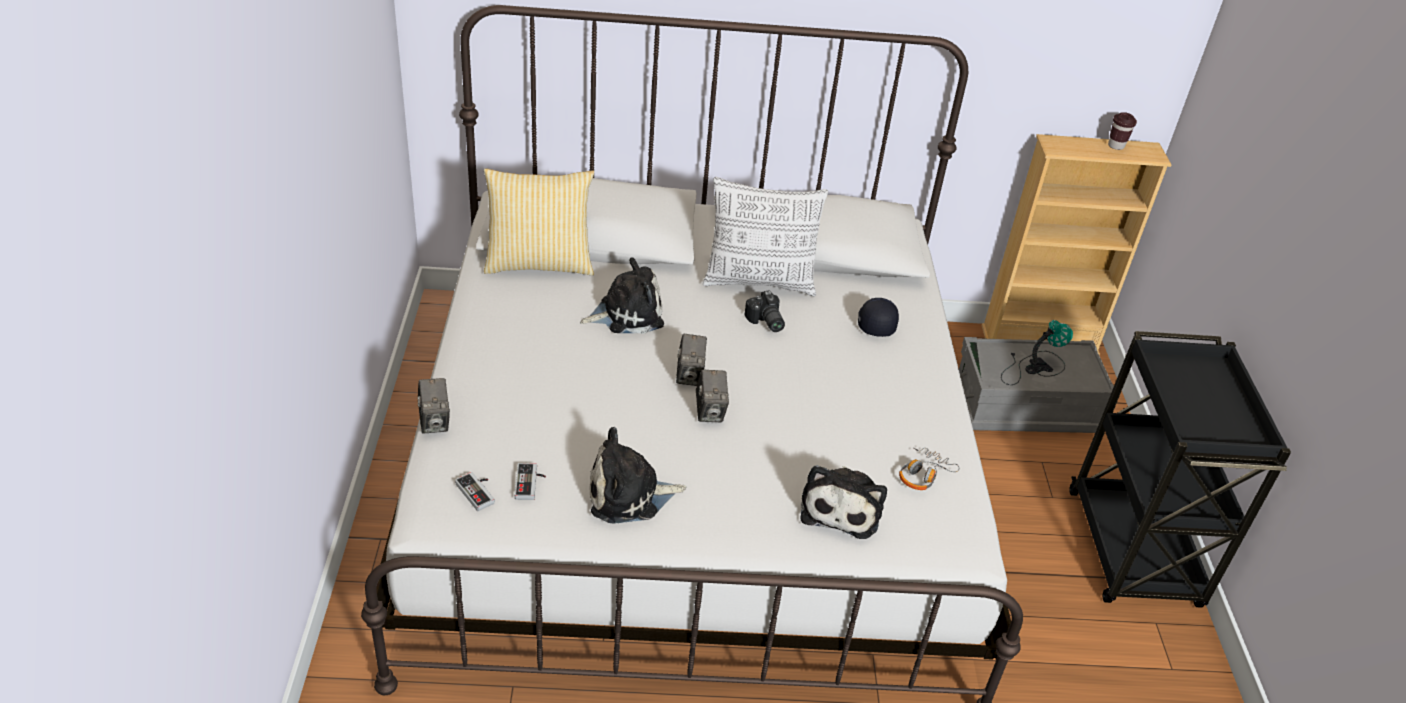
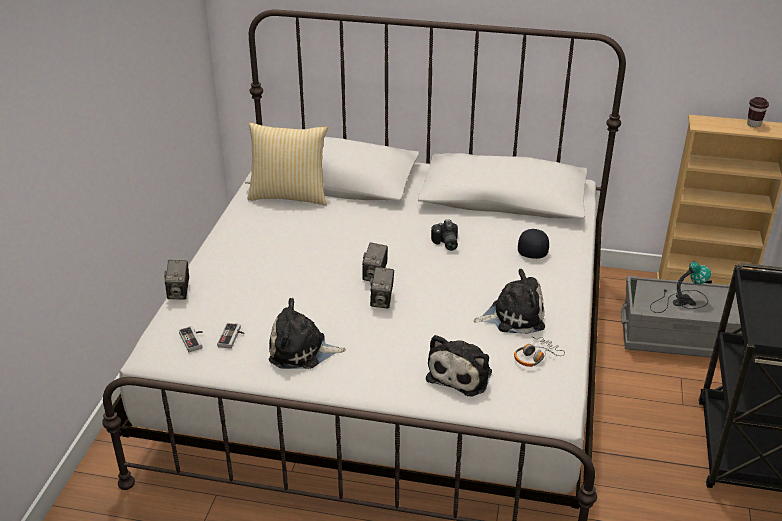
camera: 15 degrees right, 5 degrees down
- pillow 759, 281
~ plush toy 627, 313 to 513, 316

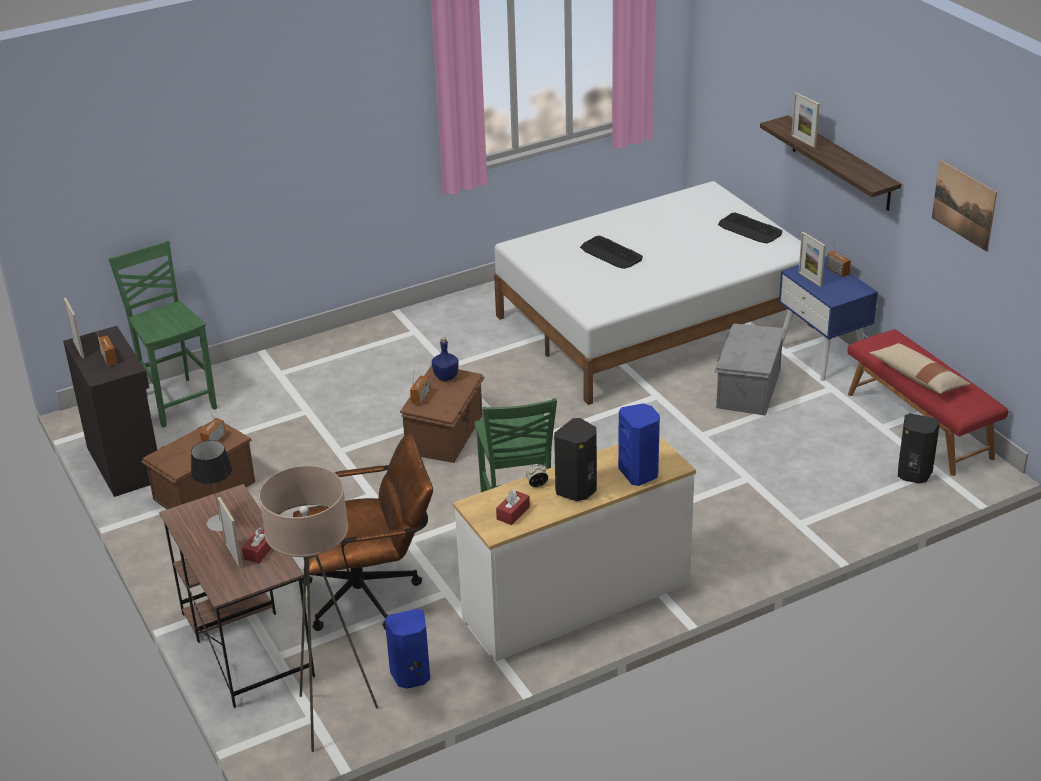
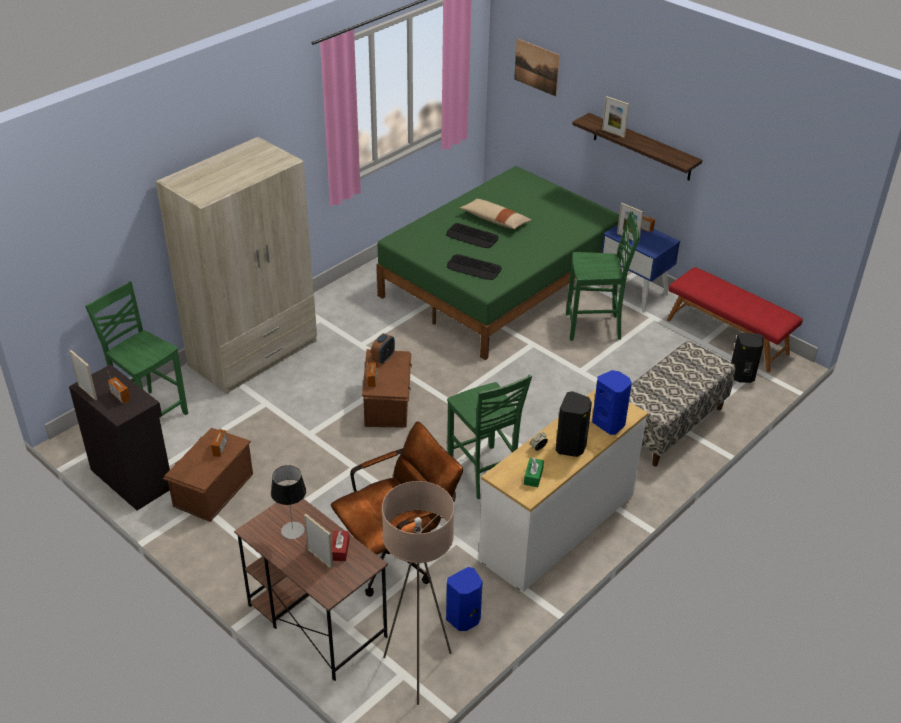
camera: 20 degrees left, 5 degrees up
~ picture 964, 205 to 536, 67
~ bed (white) 654, 321 to bed (green) 500, 282
~ keyboard 750, 229 to 474, 268
~ storage box (grey) 747, 389 to chair (green) 594, 327
~ bottle (blue) 446, 376 to alarm clock 383, 358
~ pillow (beige) 918, 377 to 495, 220
~ tissue box (red) 513, 513 to tissue box (green) 533, 476
+ wardrobe (beige) 254, 353
+ bench 668, 425

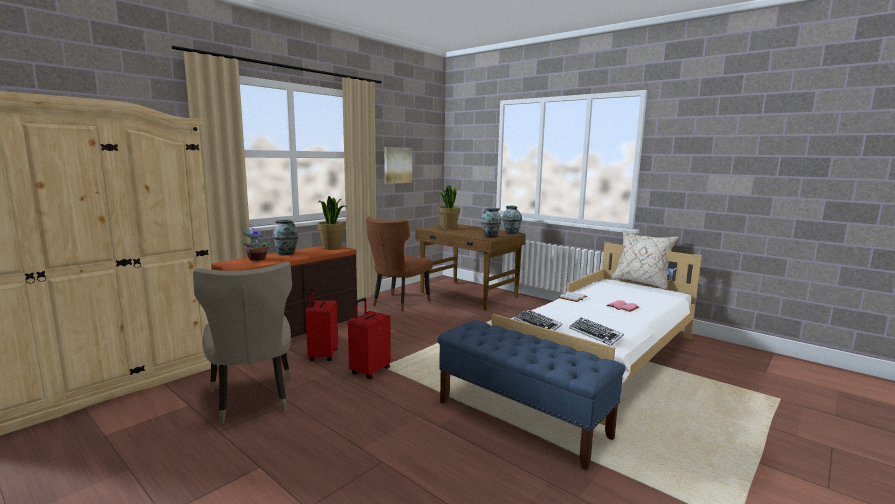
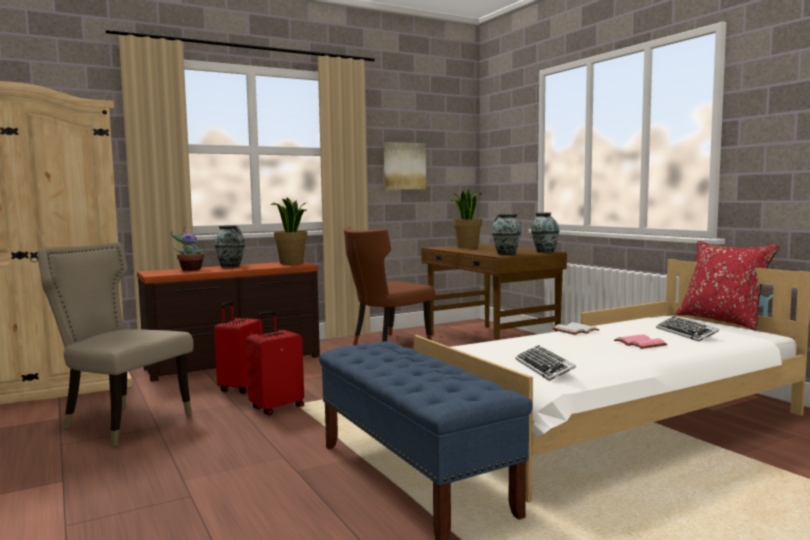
camera: 20 degrees right, 5 degrees down
~ pillow (beige) 641, 282 to pillow (red) 723, 321
~ chair (beige) 252, 401 = 121, 422 120 degrees clockwise
~ keyboard 537, 324 to 686, 333

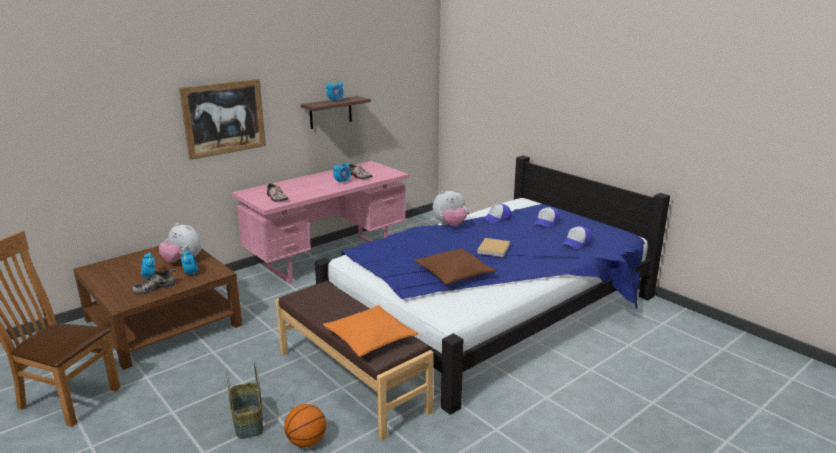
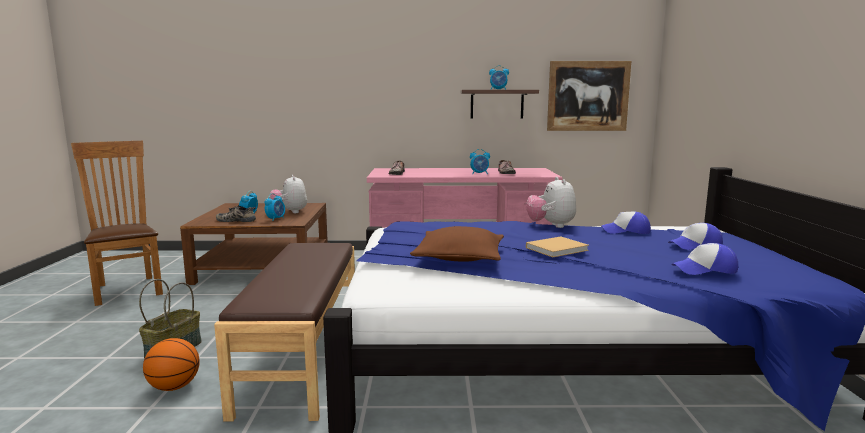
camera: 40 degrees right, 10 degrees down
~ picture 224, 118 to 588, 96
~ plush toy 450, 225 = 551, 226 60 degrees clockwise
- pillow (orange) 370, 338

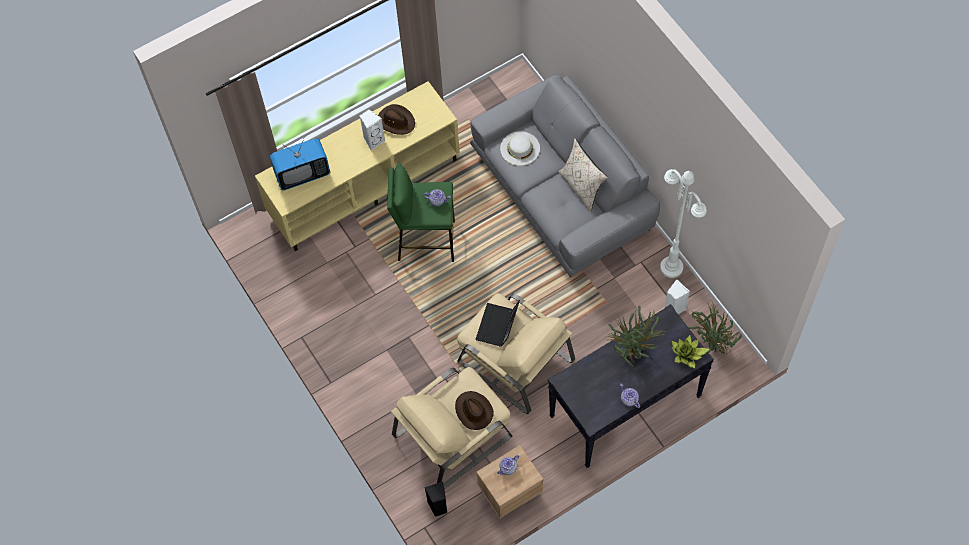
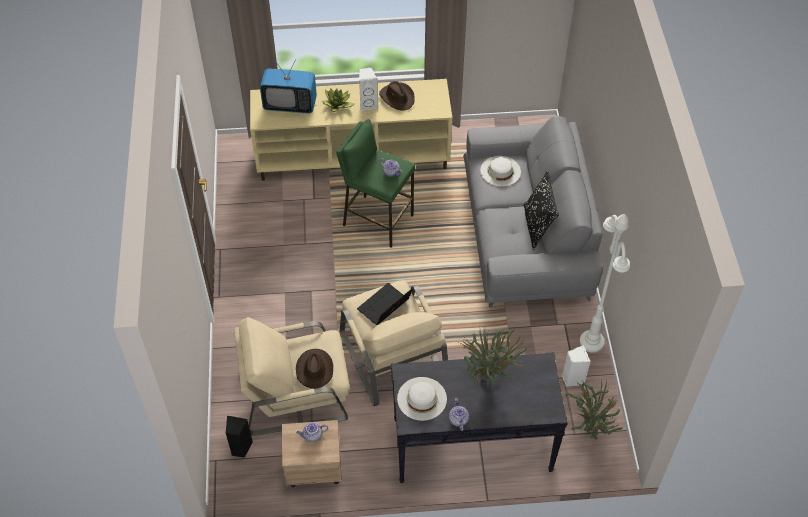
camera: 25 degrees right, 10 degrees down
~ pillow (beige) 581, 187 to pillow (black) 538, 226
~ potted plant 687, 354 to 337, 104
+ hat (white) 422, 398

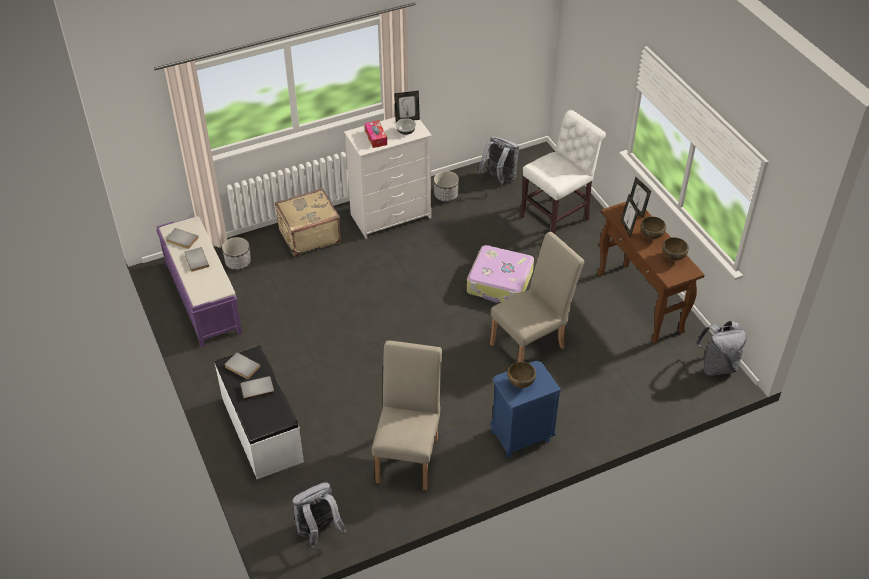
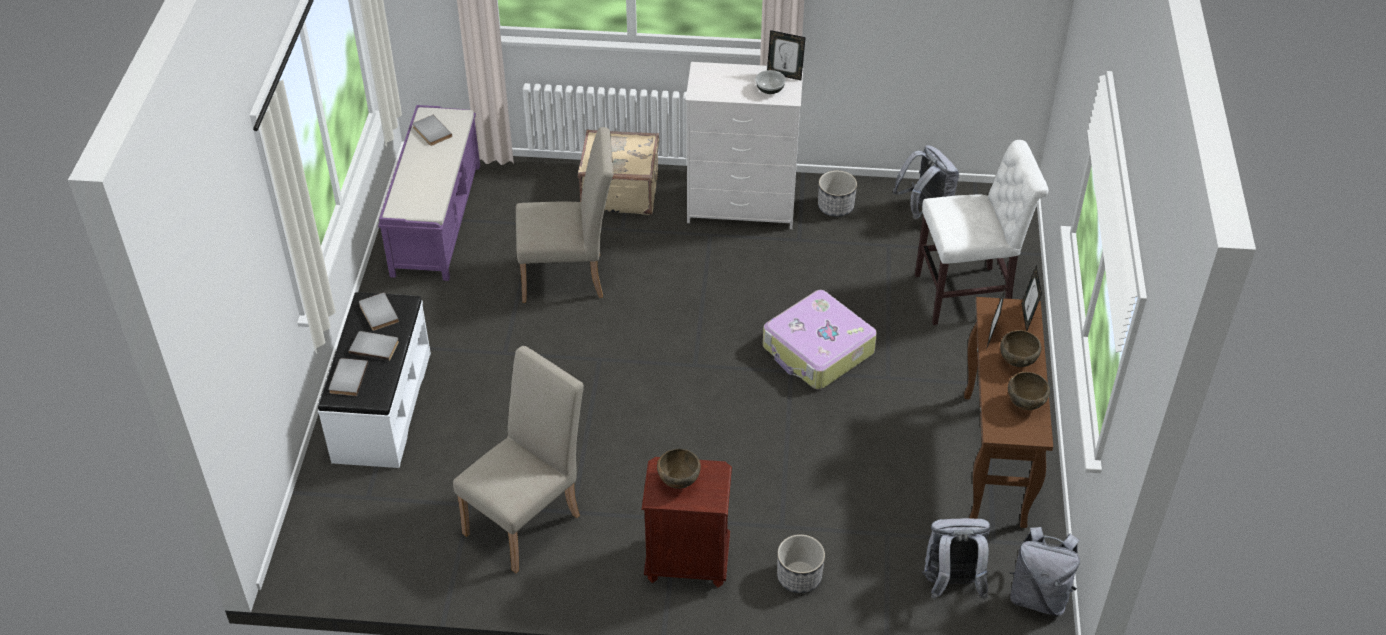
camera: 30 degrees right, 0 degrees up
- tissue box 376, 138
~ chair (beige) 532, 343 to 570, 277
~ planter 238, 262 to 799, 577
~ book (grey) 195, 260 to 347, 378
~ nightstand (blue) 520, 436 to nightstand (brown) 687, 562
~ backpack (grey) 319, 532 to 951, 584

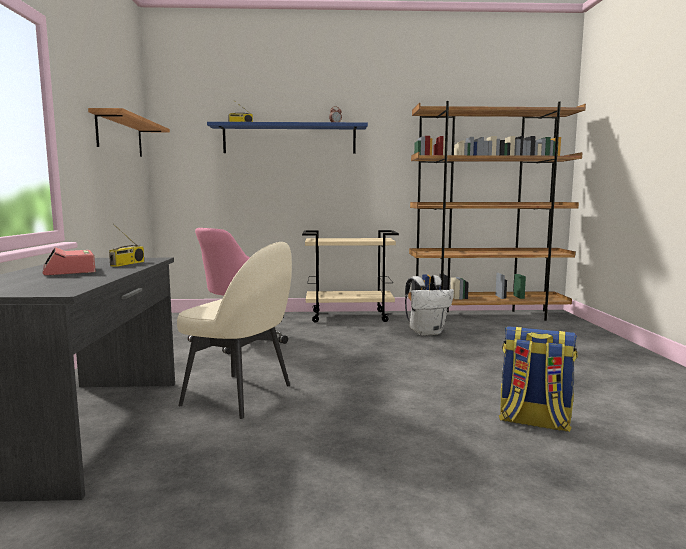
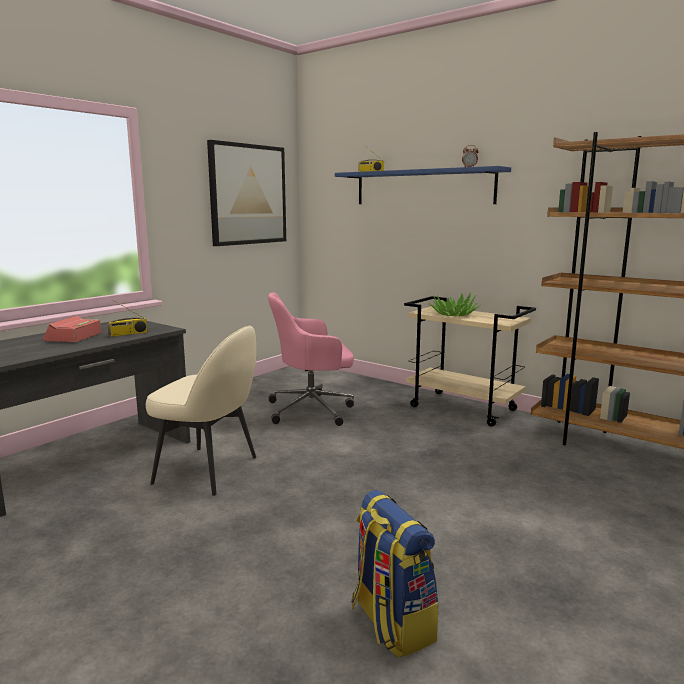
camera: 40 degrees right, 5 degrees up
~ shelf 120, 136 to picture 248, 194
~ chair (beige) 240, 395 = 209, 470 45 degrees counterclockwise
- backpack (white) 426, 332
+ potted plant 453, 314

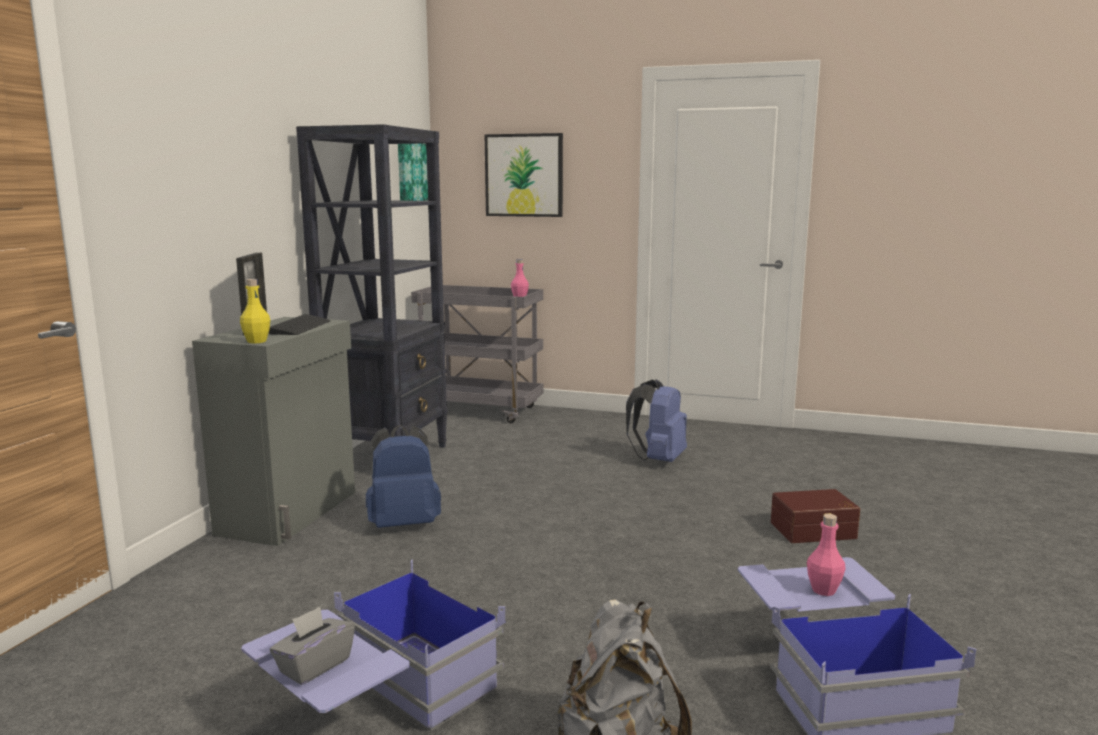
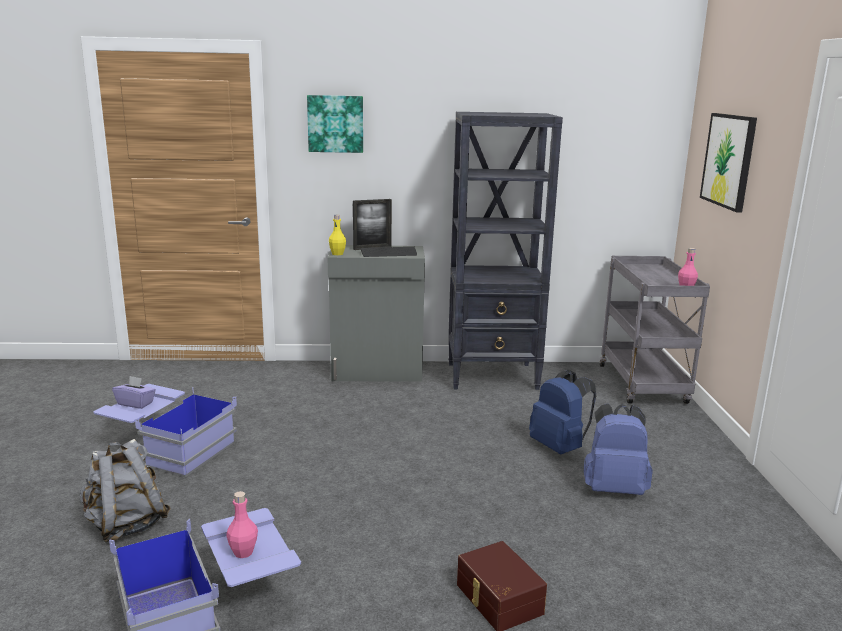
camera: 70 degrees right, 5 degrees up
~ picture 411, 172 to 335, 124
~ backpack (blue) 404, 523 to 560, 447
~ tissue box (grey) 314, 666 to tissue box (purple) 136, 403

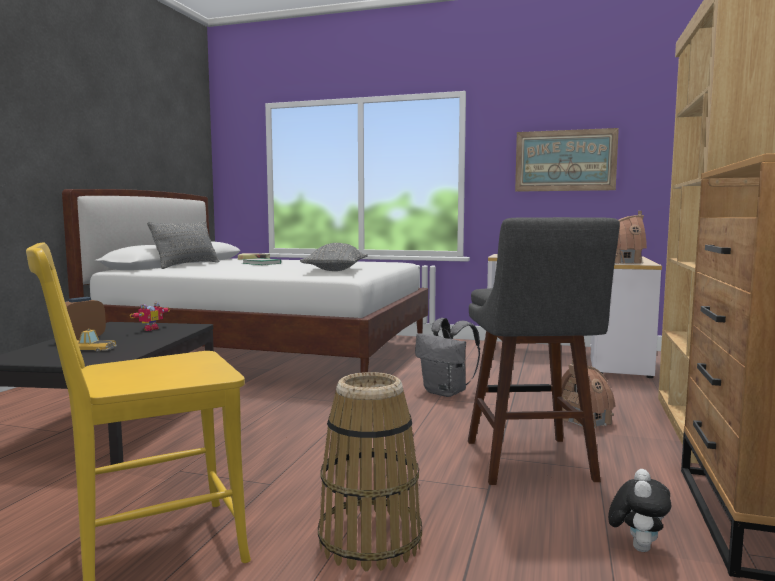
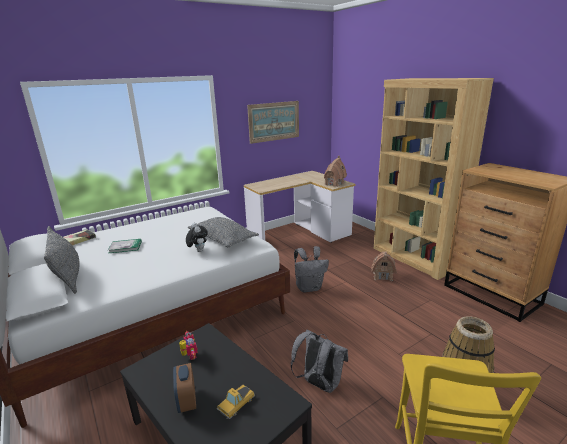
camera: 50 degrees left, 15 degrees up
- stool (grey) 530, 463
~ plush toy 637, 546 to 198, 251
+ backpack (grey) 319, 384

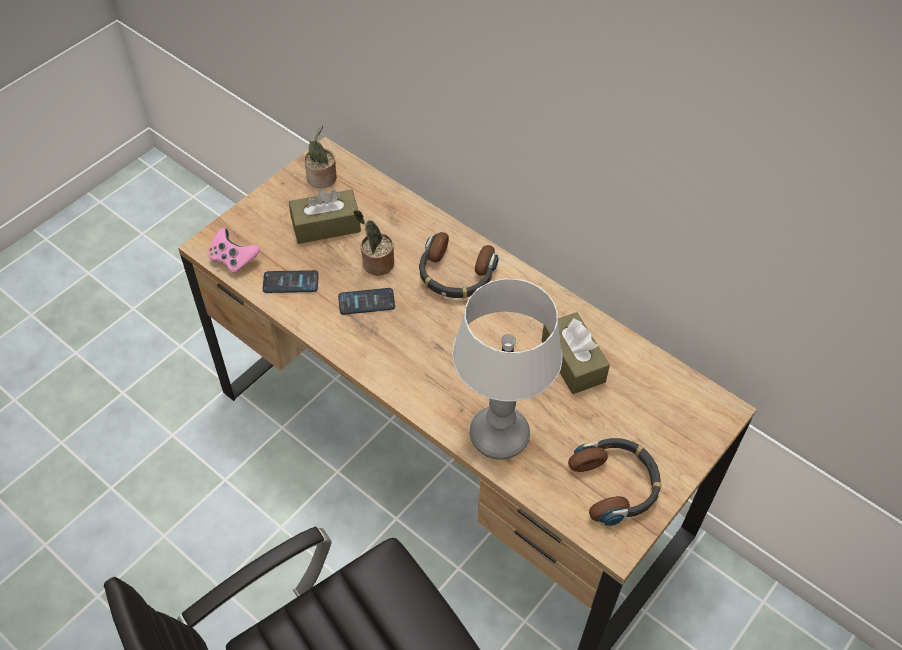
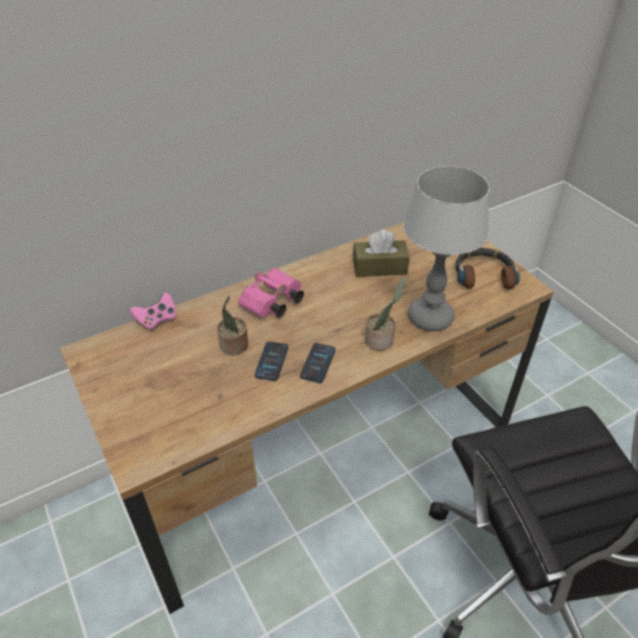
camera: 70 degrees left, 10 degrees down
~ potted plant 322, 179 to 381, 340
- tissue box (brown) 326, 226
~ game controller (pink) 233, 259 to 157, 320
~ headphones 455, 274 to binoculars (pink) 272, 304
~ phone 290, 282 to 318, 363

